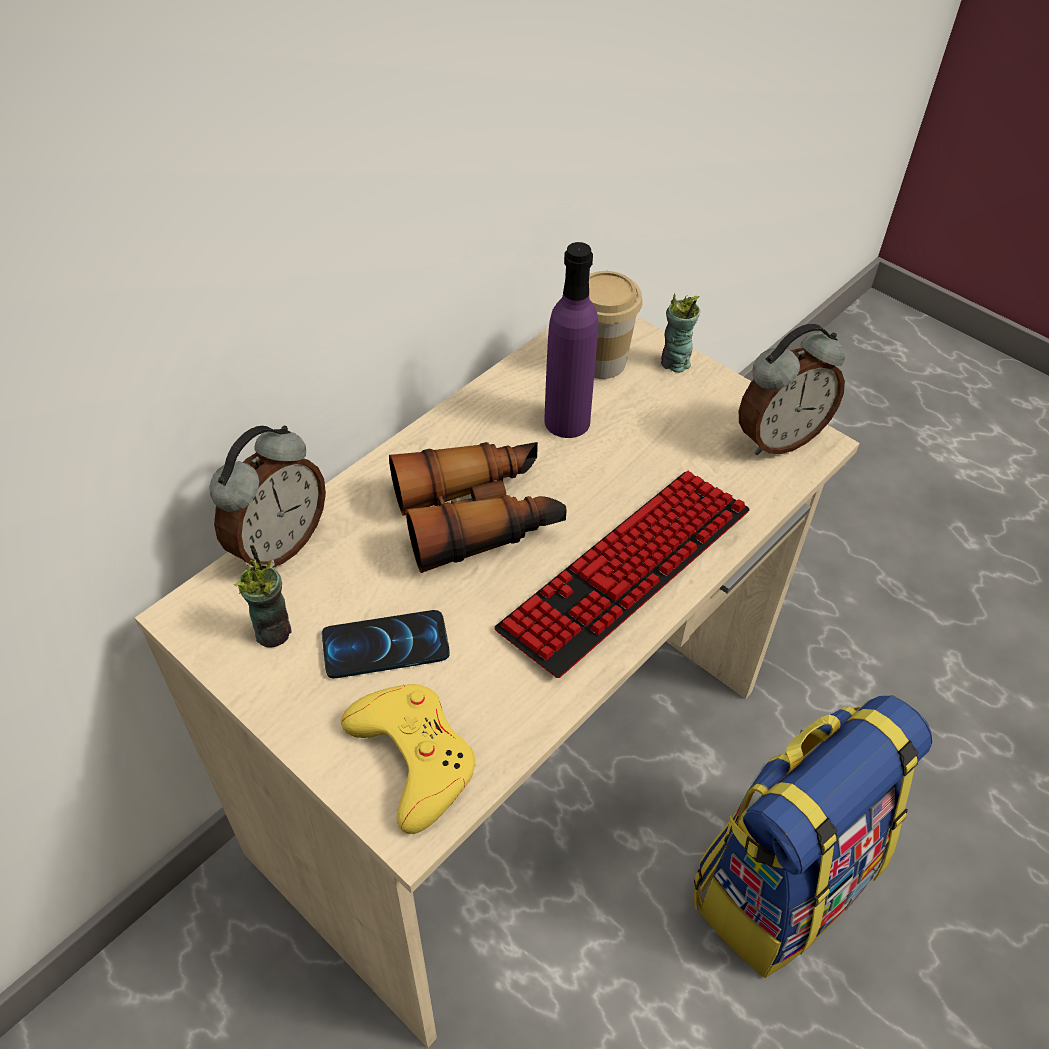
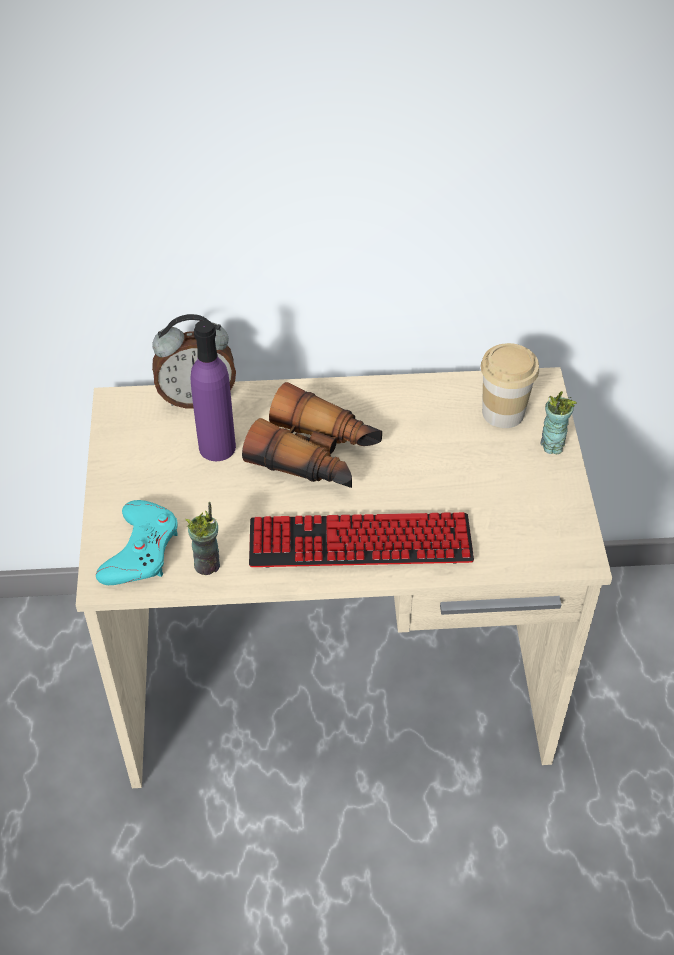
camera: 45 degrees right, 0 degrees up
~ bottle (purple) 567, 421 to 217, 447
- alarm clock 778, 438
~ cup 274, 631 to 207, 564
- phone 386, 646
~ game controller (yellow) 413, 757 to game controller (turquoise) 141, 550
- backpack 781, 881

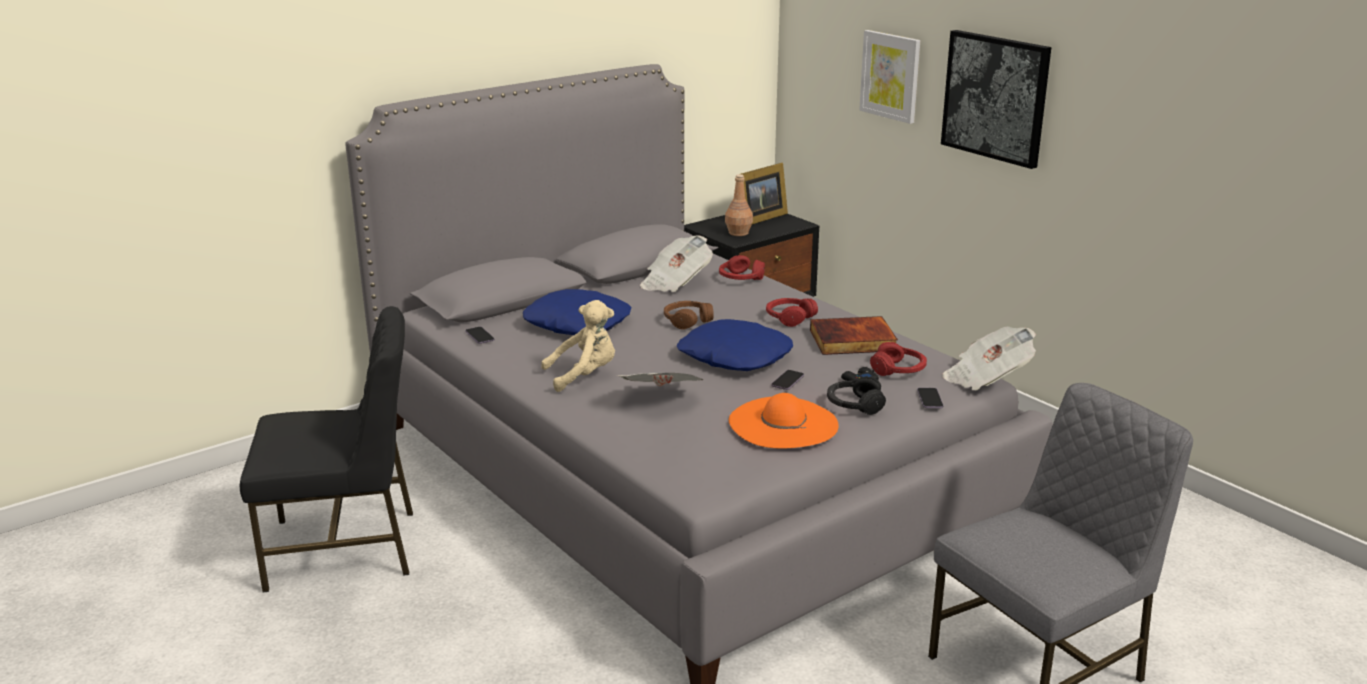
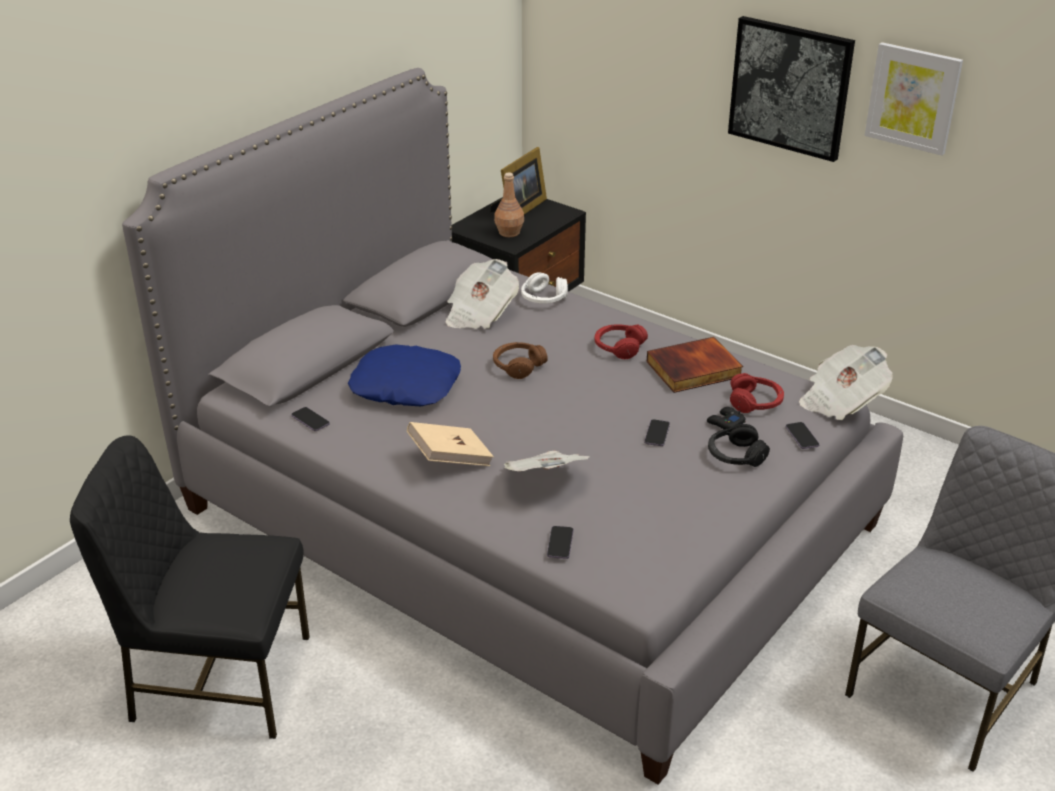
camera: 15 degrees left, 10 degrees up
~ picture 891, 76 to 913, 98
~ headphones (red) 740, 278 to headphones (white) 543, 299
~ plush toy (beige) 584, 376 to book (beige) 450, 459
~ chair (black) 345, 549 = 218, 679 150 degrees counterclockwise
- pillow (blue) 734, 357
- hat (orange) 783, 423
+ phone 560, 543

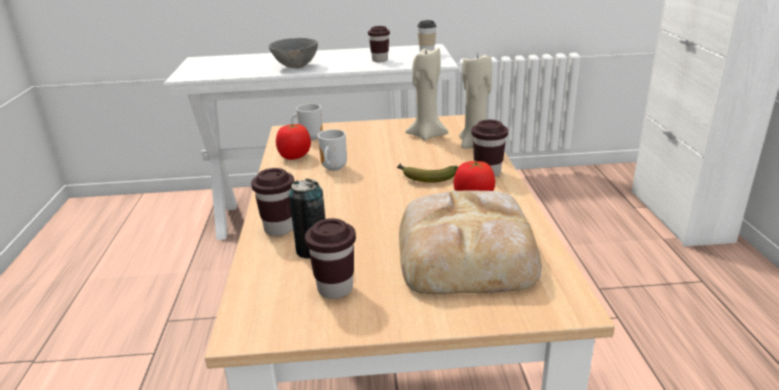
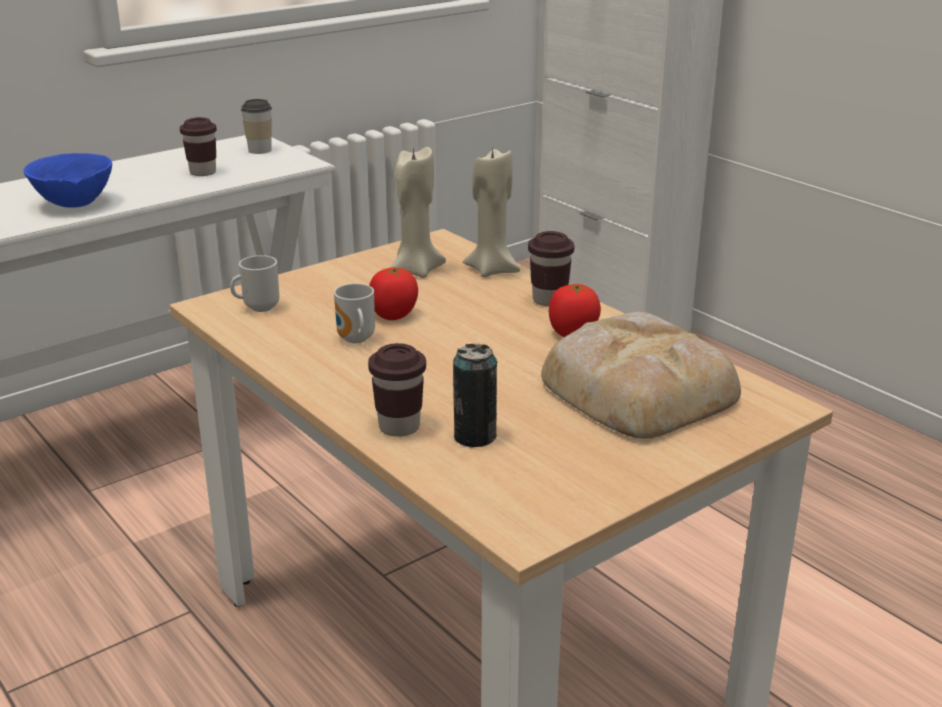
camera: 35 degrees left, 0 degrees up
~ bowl (grey) 295, 67 to bowl (blue) 74, 205
~ tomato 294, 157 to 393, 315
- banana 425, 177
- cup (brown) 335, 289

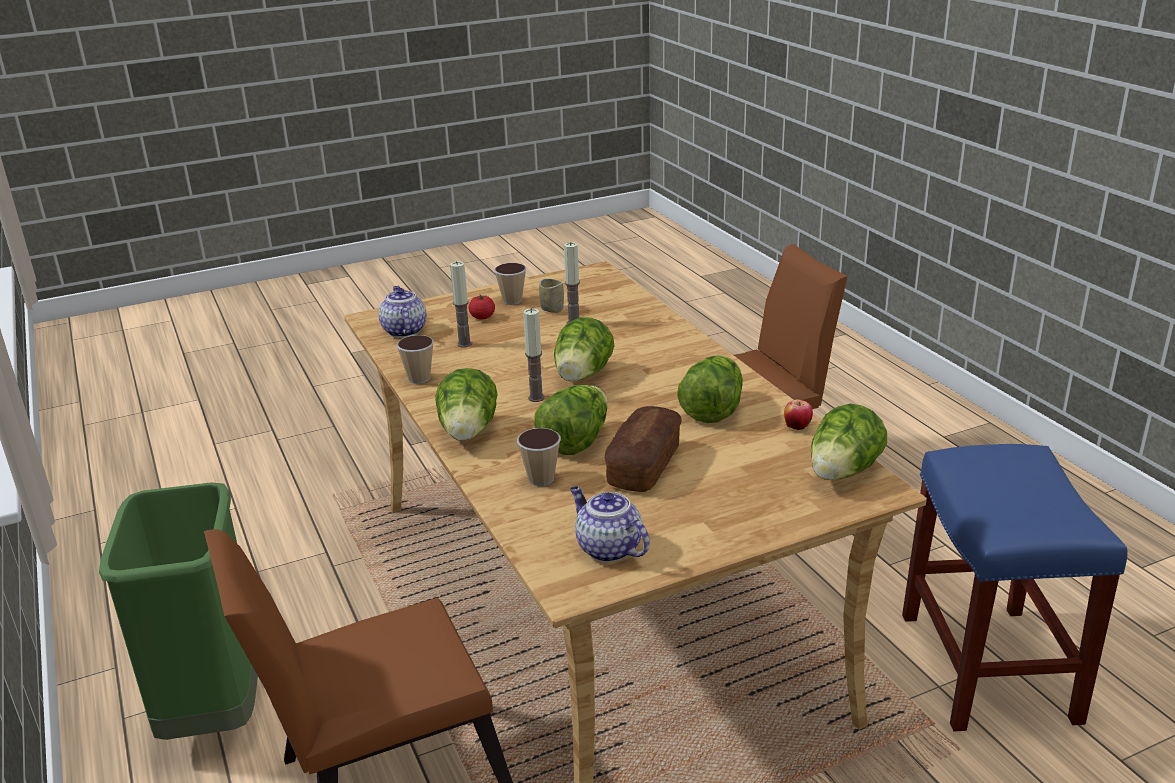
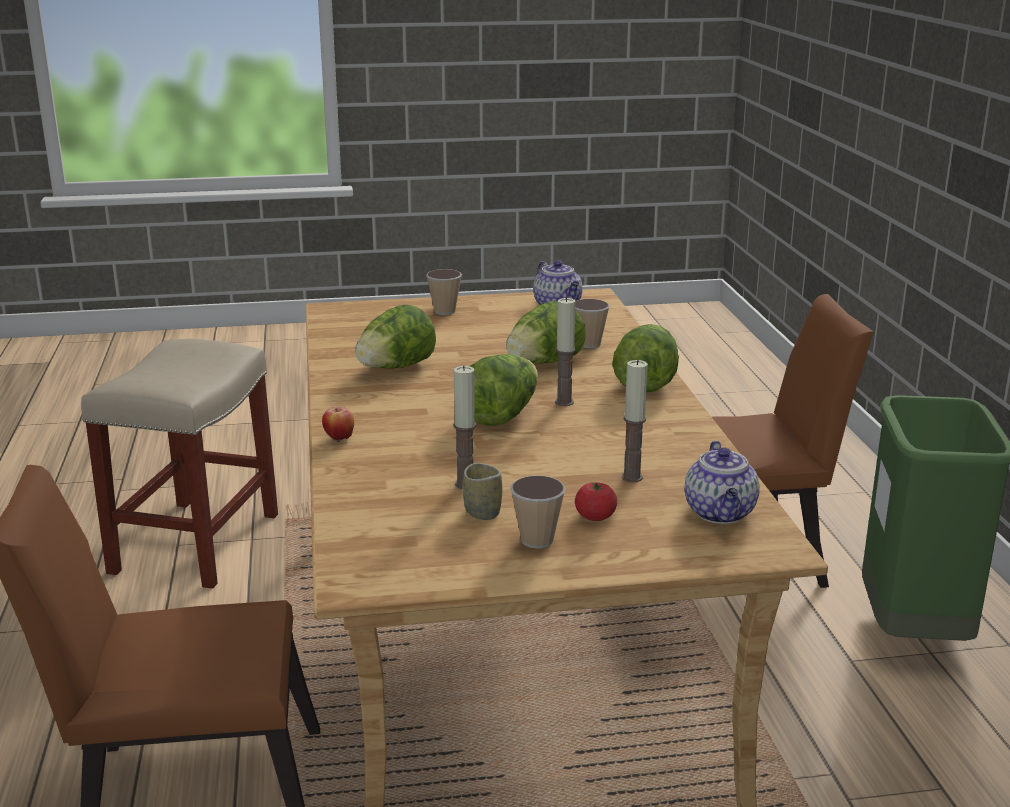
camera: 165 degrees left, 5 degrees down
~ cup 419, 378 to 444, 311
~ apple 797, 427 to 339, 439
- lettuce 842, 473
- bread 644, 466
~ stool (blue) 989, 669 to stool (beige) 196, 541

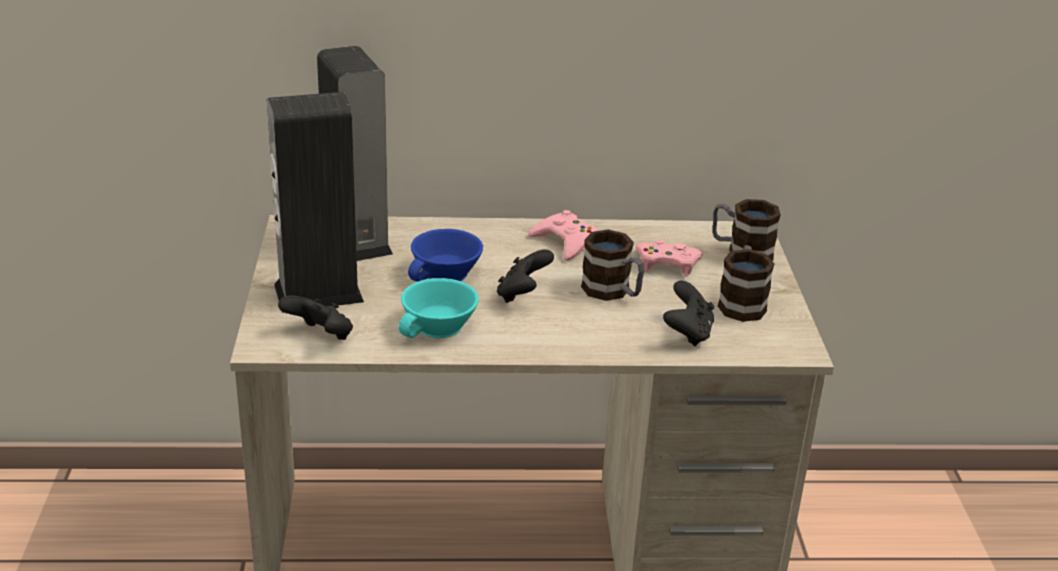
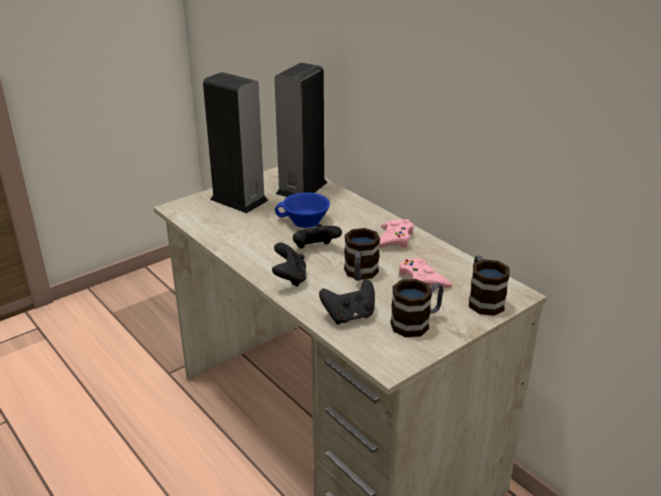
camera: 55 degrees right, 0 degrees up
- cup (turquoise) 439, 328
~ game controller (black) 320, 337 to 290, 278

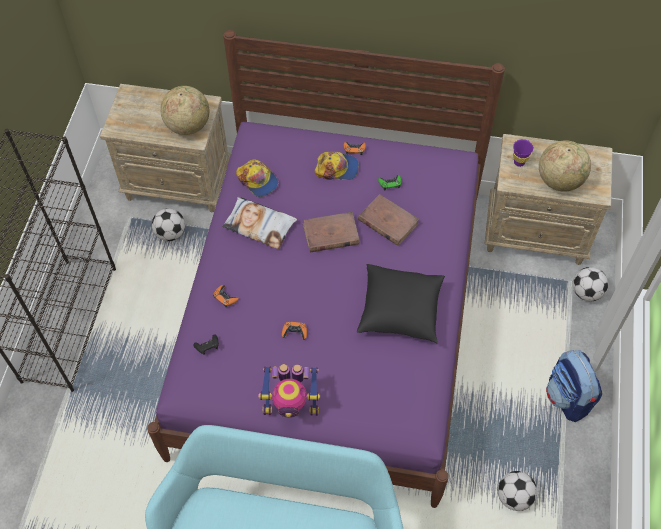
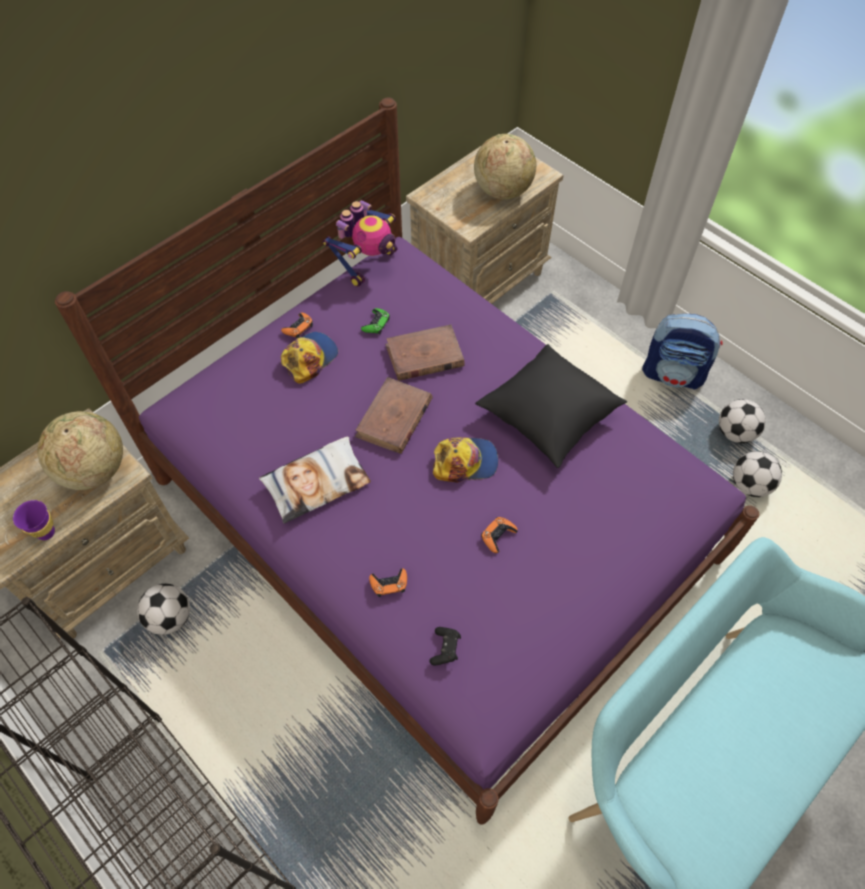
camera: 55 degrees left, 0 degrees up
~ cup (purple) 519, 162 to 46, 532
~ cap 258, 180 to 465, 462
~ football 586, 292 to 735, 433
~ toy robot 291, 404 to 368, 263

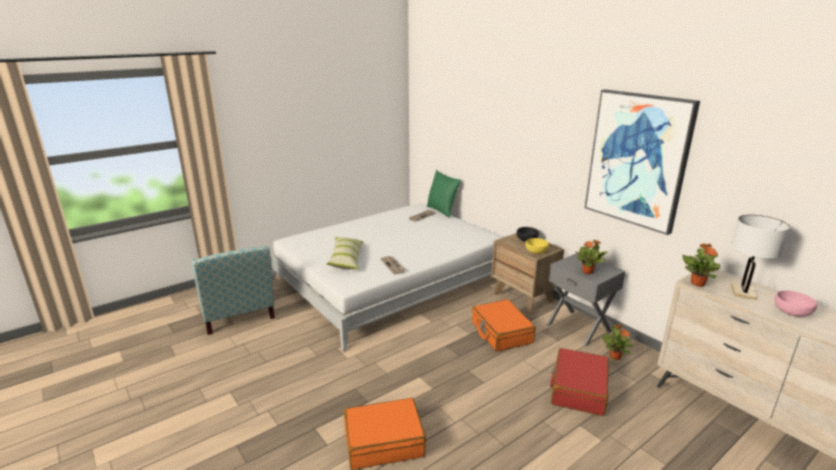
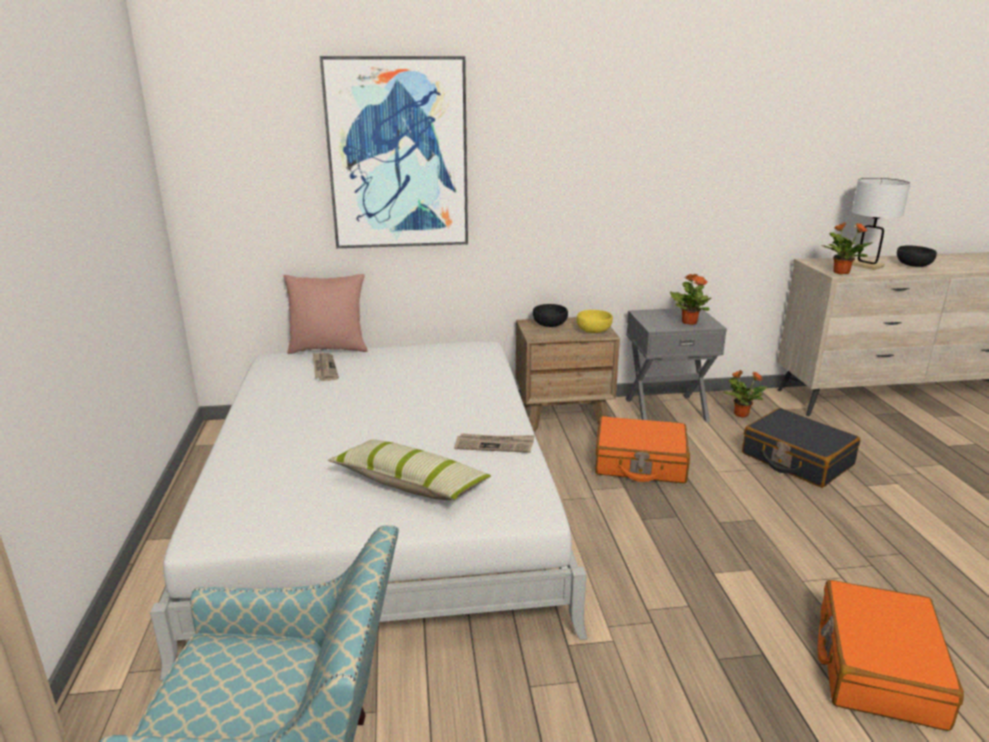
camera: 60 degrees left, 0 degrees up
~ picture 637, 160 to 398, 154
~ pillow (green) 442, 211 to pillow (pink) 329, 349
~ bowl (pink) 791, 312 to bowl (black) 913, 265
~ suitcase (red) 578, 389 to suitcase (black) 796, 459

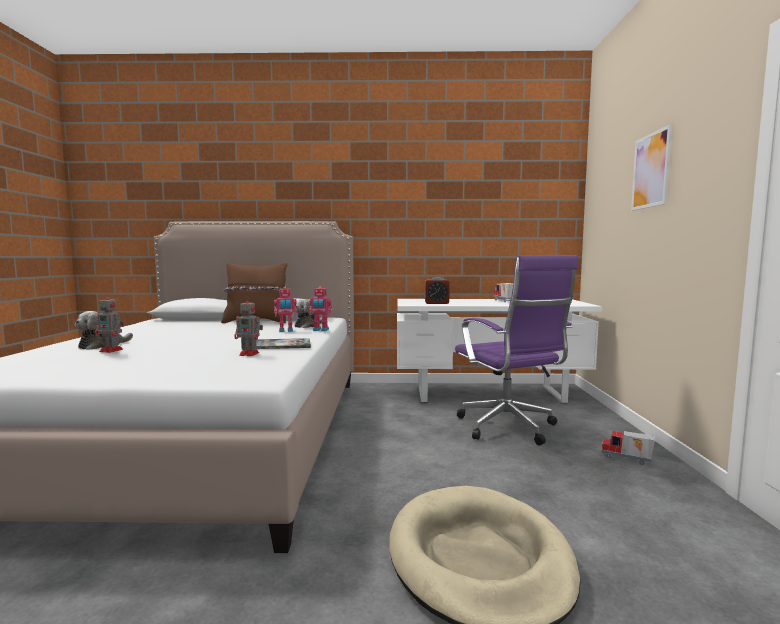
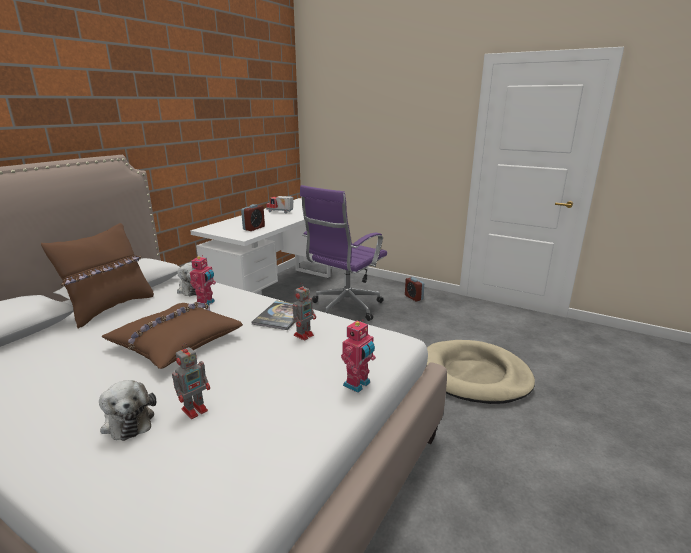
camera: 60 degrees left, 15 degrees up
- picture 651, 170
~ office chair (purple) 509, 428 = 344, 308 120 degrees clockwise
~ toy robot 320, 330 to 358, 384
~ toy truck 626, 459 to alarm clock 413, 297
+ pillow (brown) 176, 342

